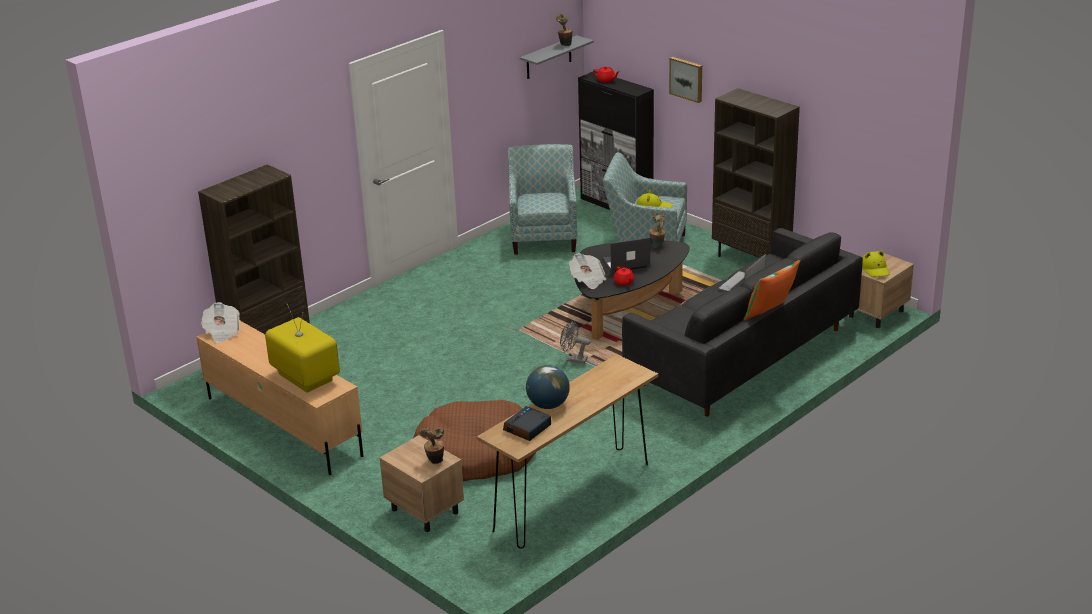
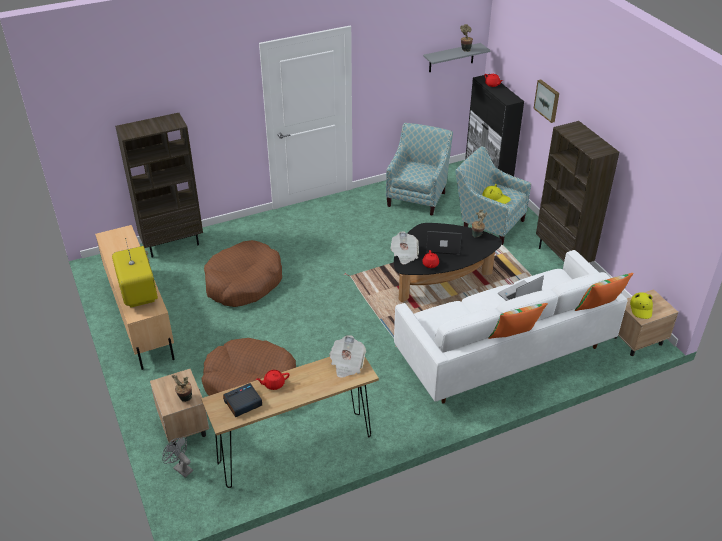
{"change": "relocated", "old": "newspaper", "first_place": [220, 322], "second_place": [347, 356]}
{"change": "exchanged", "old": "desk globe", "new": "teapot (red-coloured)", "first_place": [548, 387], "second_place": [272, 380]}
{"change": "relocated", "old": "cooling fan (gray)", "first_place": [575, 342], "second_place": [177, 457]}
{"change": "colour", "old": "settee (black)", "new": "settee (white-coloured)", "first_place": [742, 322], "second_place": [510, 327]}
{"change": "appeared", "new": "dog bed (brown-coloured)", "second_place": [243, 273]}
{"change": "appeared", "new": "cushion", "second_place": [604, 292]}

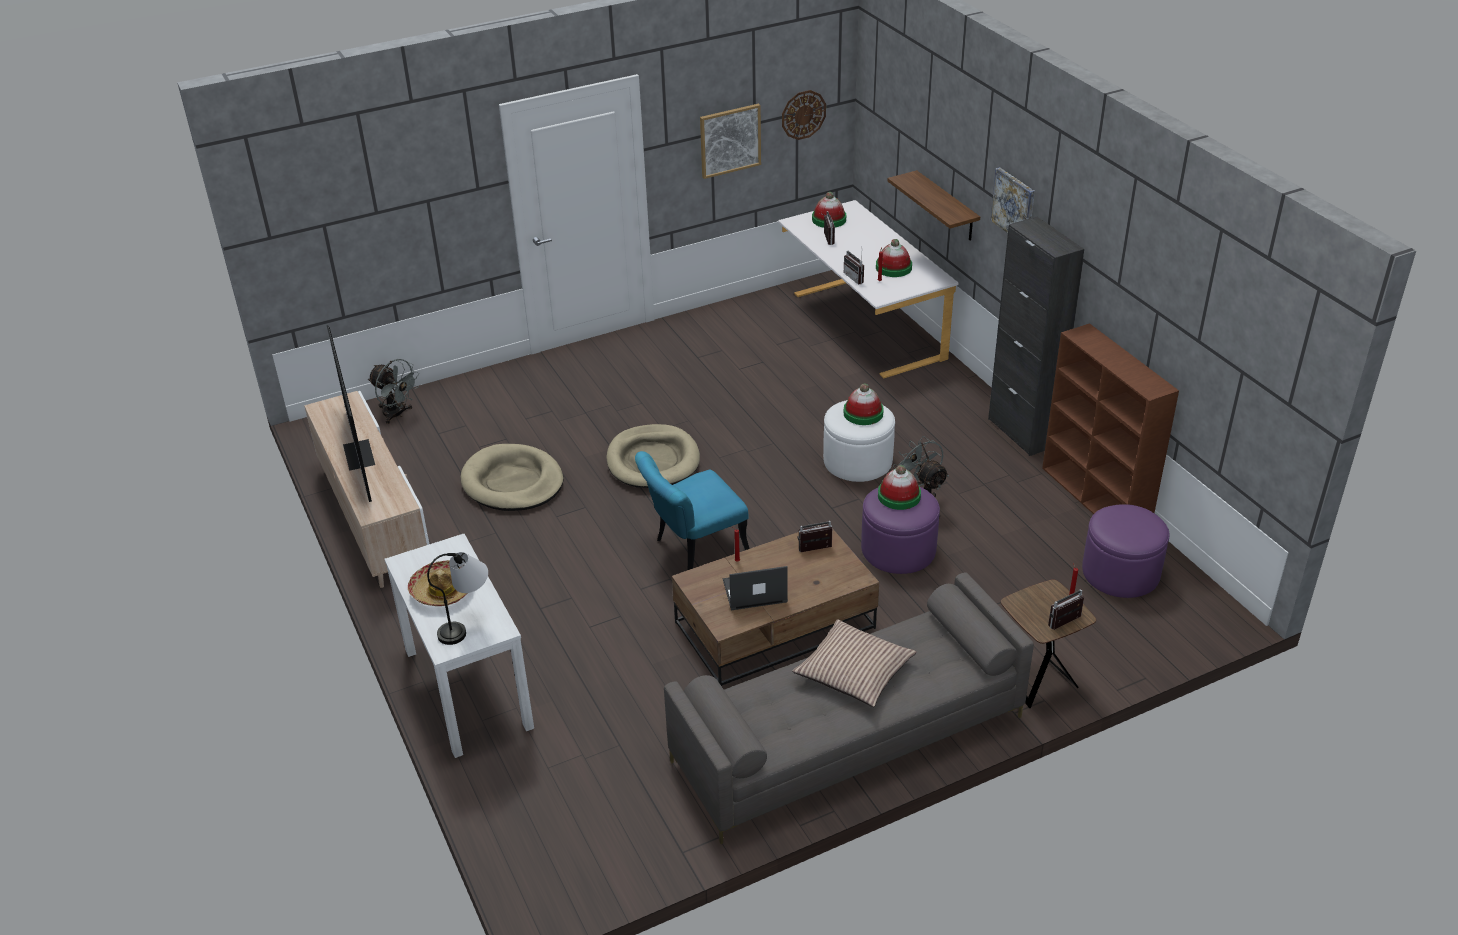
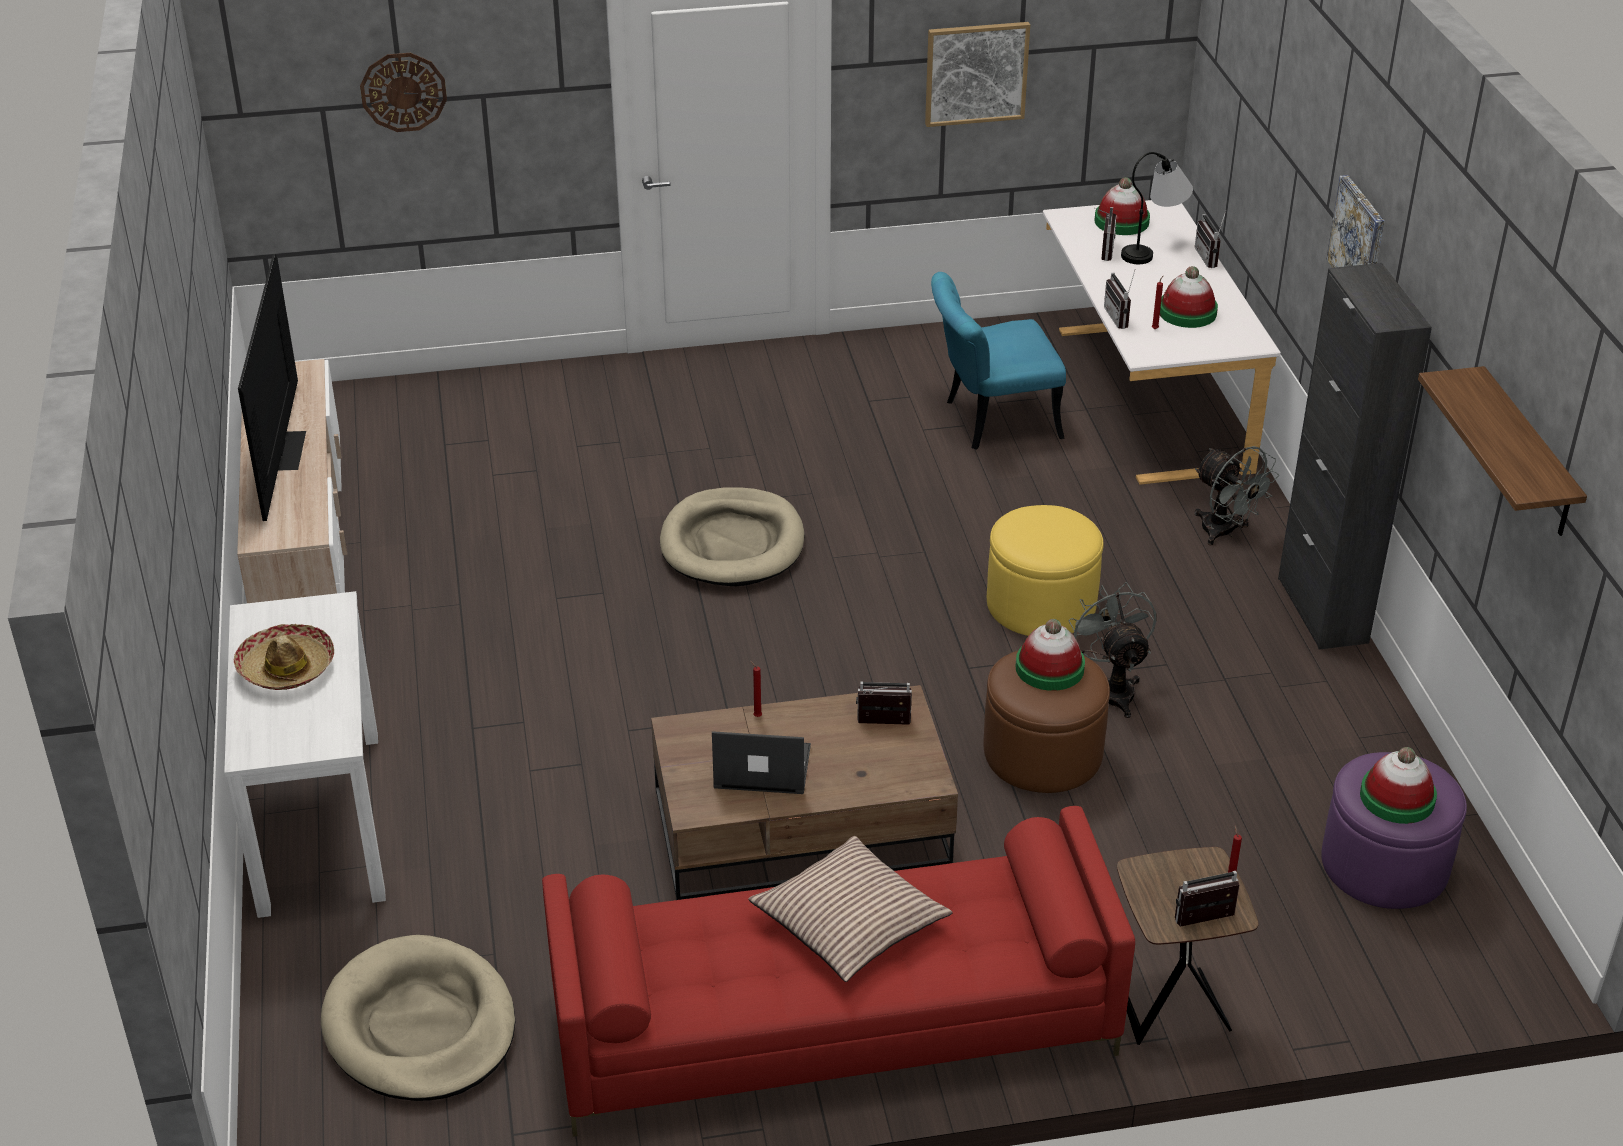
{"change": "relocated", "old": "cooling fan (gray)", "first_place": [393, 391], "second_place": [1236, 496]}
{"change": "relocated", "old": "table lamp", "first_place": [457, 598], "second_place": [1157, 208]}
{"change": "relocated", "old": "dog bed (beige)", "first_place": [511, 477], "second_place": [418, 1018]}
{"change": "relocated", "old": "plain chair (turquoise)", "first_place": [692, 510], "second_place": [998, 361]}
{"change": "colour", "old": "settee (gray)", "new": "settee (red-coloured)", "first_place": [849, 708], "second_place": [838, 971]}
{"change": "relocated", "old": "hanging clock", "first_place": [804, 115], "second_place": [403, 92]}
{"change": "colour", "old": "pouffe (white-coloured)", "new": "pouffe (yellow-coloured)", "first_place": [859, 441], "second_place": [1045, 570]}
{"change": "relocated", "old": "wearable hat", "first_place": [864, 404], "second_place": [1398, 785]}
{"change": "colour", "old": "pouffe (purplish)", "new": "pouffe (brown-coloured)", "first_place": [900, 530], "second_place": [1046, 722]}
{"change": "relocated", "old": "shelf", "first_place": [933, 205], "second_place": [1502, 451]}
{"change": "missing", "old": "shelving unit (brown-coloured)", "first_place": [1110, 418]}
{"change": "appeared", "new": "radio", "second_place": [1210, 239]}

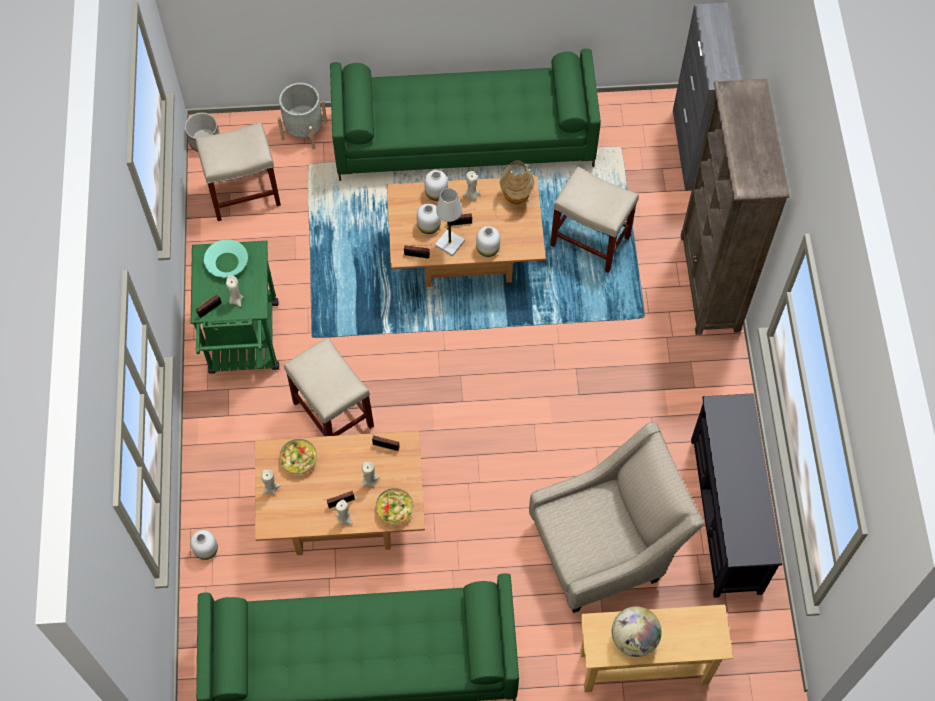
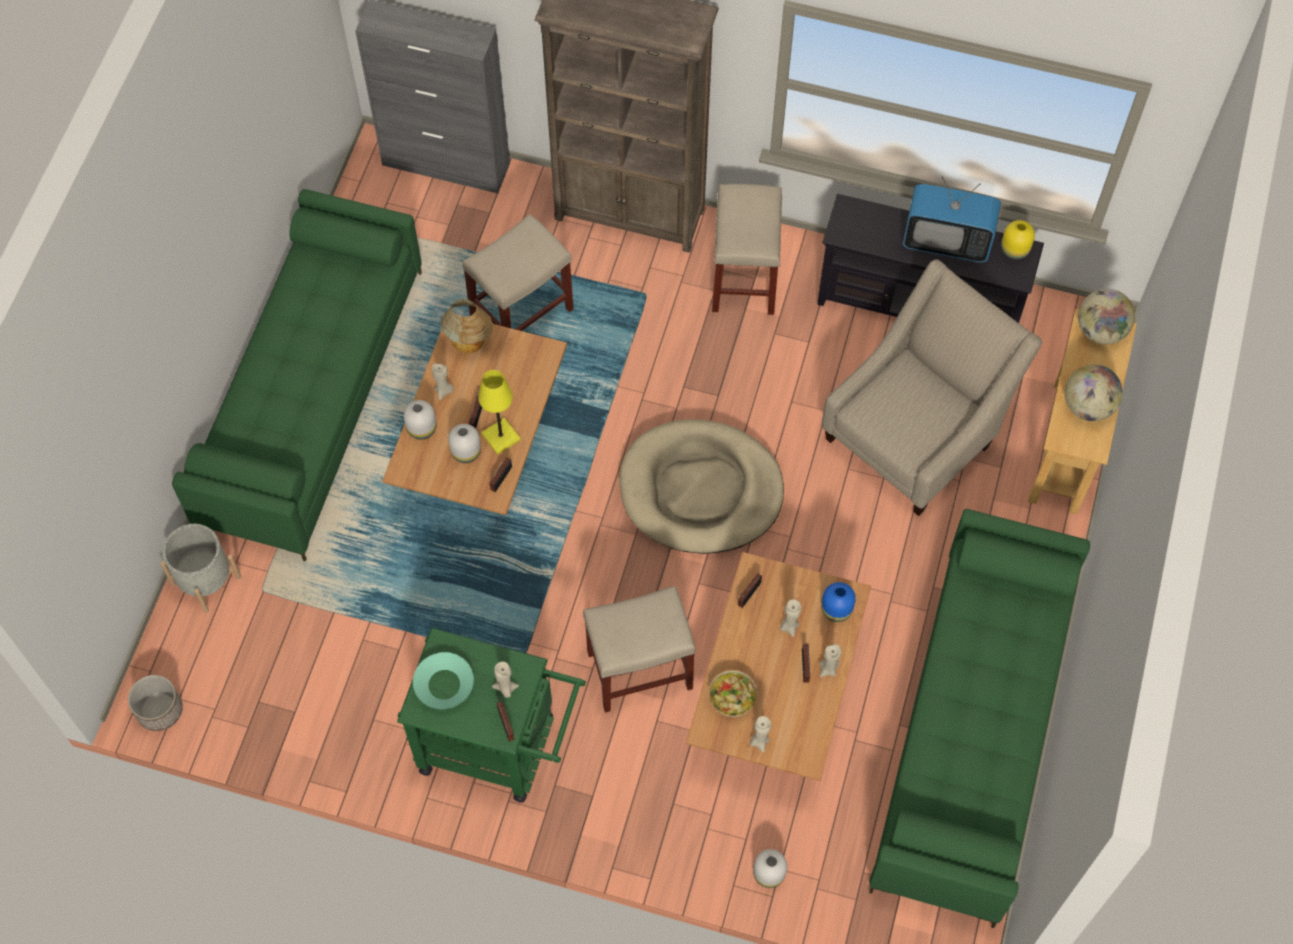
{"change": "relocated", "old": "stool (beige)", "first_place": [238, 171], "second_place": [747, 249]}
{"change": "exchanged", "old": "serving bowl", "new": "vase (bluish)", "first_place": [394, 506], "second_place": [838, 602]}
{"change": "colour", "old": "table lamp (white-coloured)", "new": "table lamp (yellow-coloured)", "first_place": [450, 222], "second_place": [499, 412]}
{"change": "missing", "old": "vase (white-coloured)", "first_place": [488, 241]}
{"change": "spun", "old": "armchair (beige)", "first_place": [617, 517], "second_place": [932, 387], "degrees": 45}
{"change": "appeared", "new": "dog bed (beige)", "second_place": [701, 486]}
{"change": "appeared", "new": "TV set", "second_place": [952, 219]}
{"change": "appeared", "new": "vase (yellow-coloured)", "second_place": [1018, 240]}
{"change": "appeared", "new": "desk globe", "second_place": [1106, 316]}

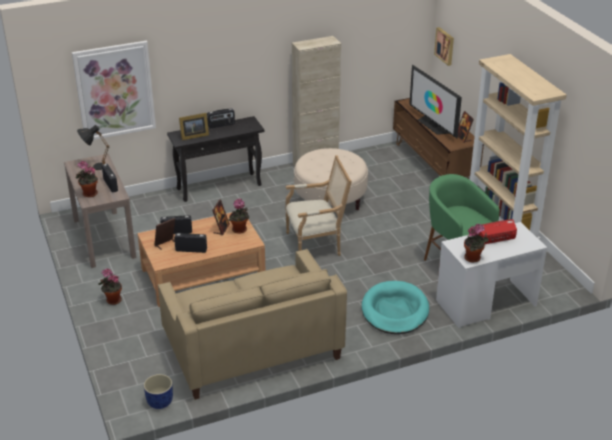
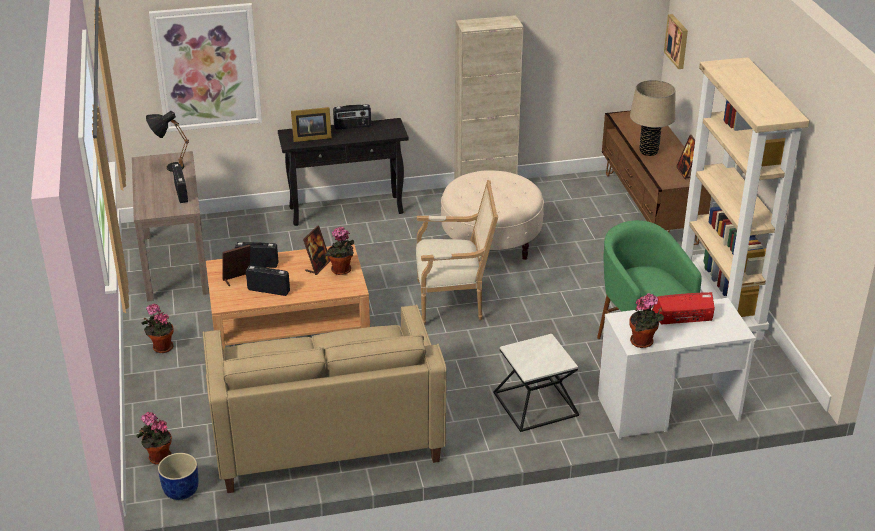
{"change": "relocated", "old": "houseplant", "first_place": [86, 179], "second_place": [154, 438]}
{"change": "exchanged", "old": "dog bed (turquoise)", "new": "side table", "first_place": [395, 307], "second_place": [536, 383]}
{"change": "exchanged", "old": "TV set", "new": "table lamp (beige)", "first_place": [435, 101], "second_place": [652, 118]}

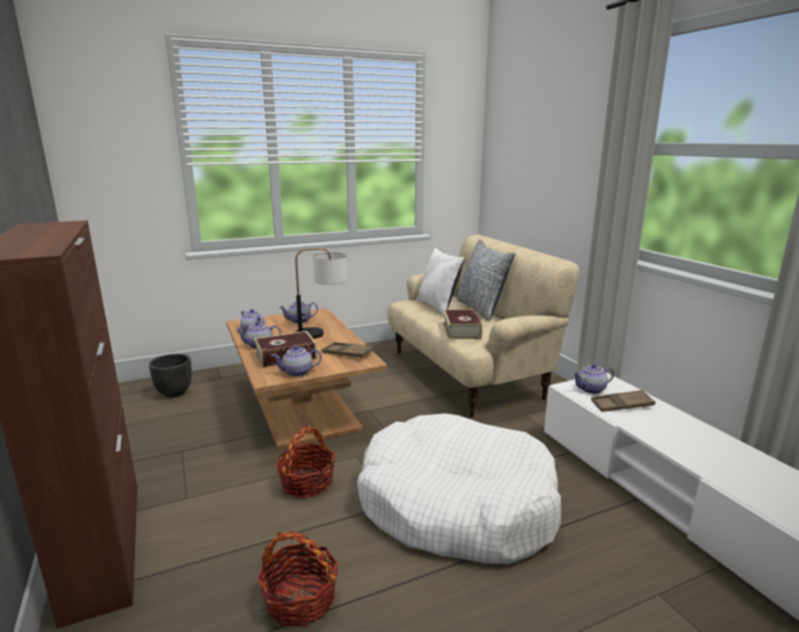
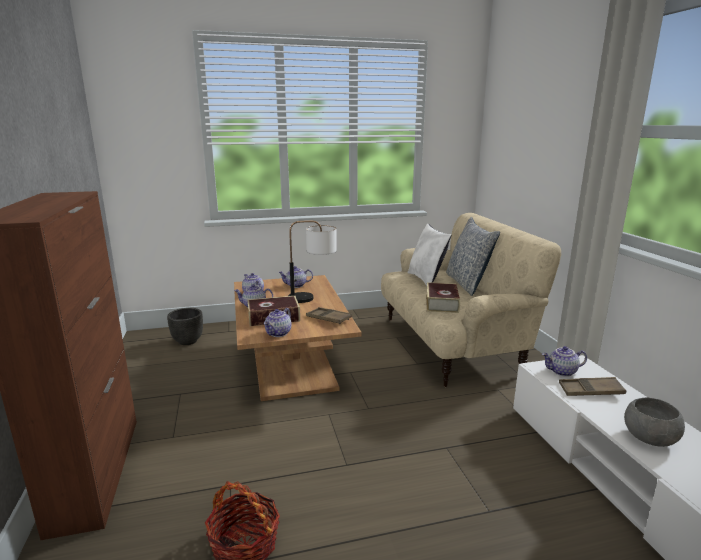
{"change": "spun", "old": "teapot", "first_place": [296, 361], "second_place": [278, 322], "degrees": -60}
{"change": "missing", "old": "basket", "first_place": [305, 462]}
{"change": "missing", "old": "dog bed (white-coloured)", "first_place": [459, 488]}
{"change": "appeared", "new": "serving bowl (gray)", "second_place": [654, 422]}

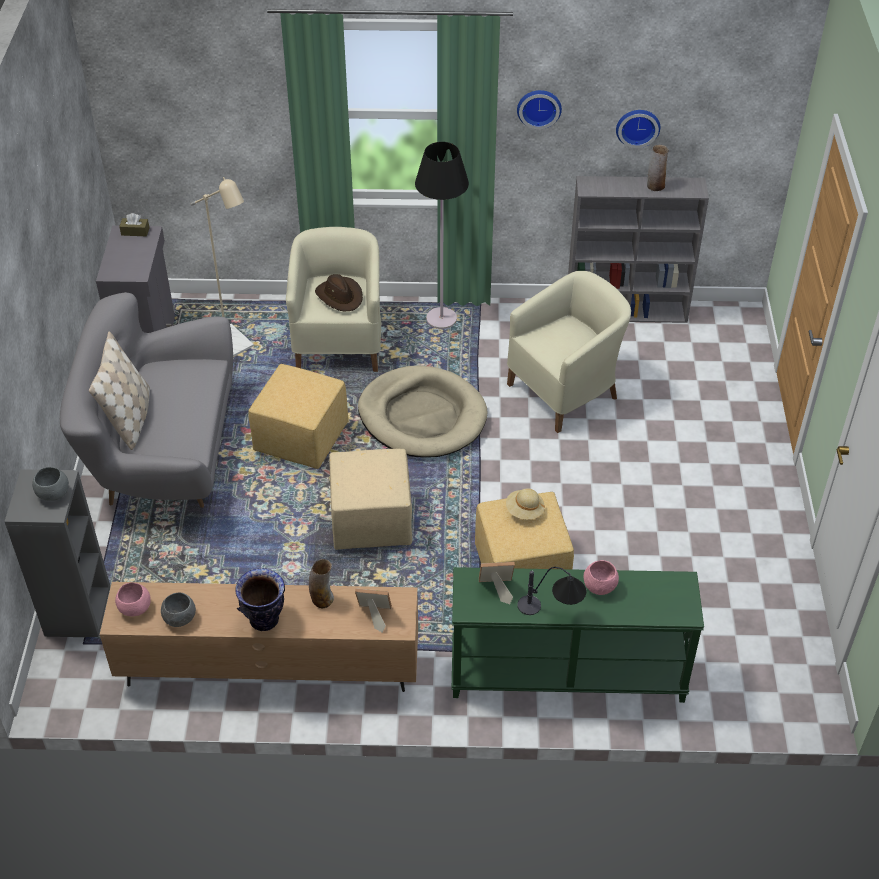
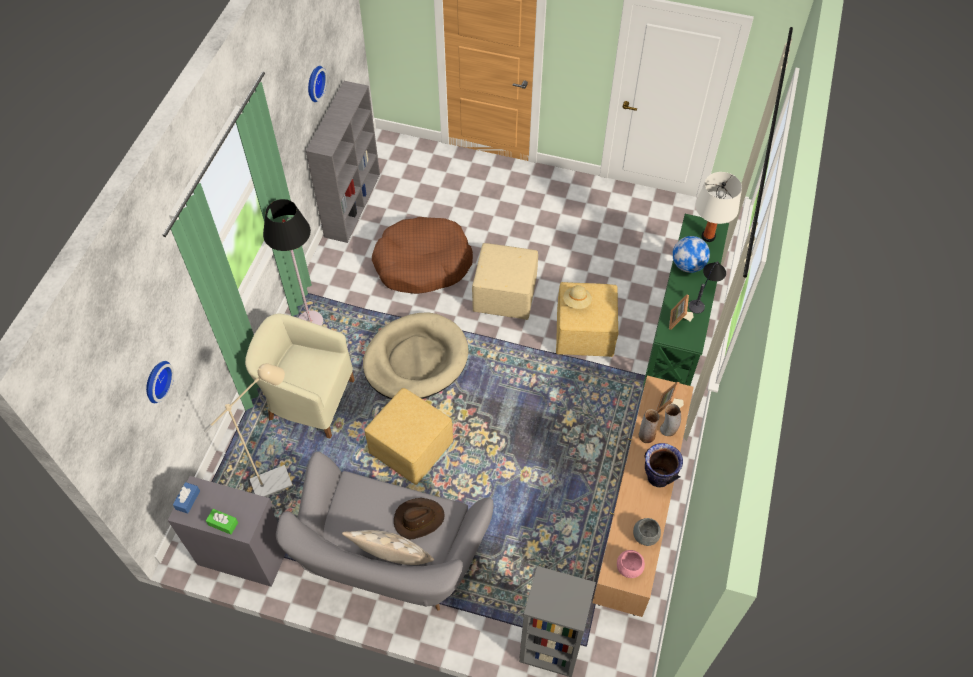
{"change": "missing", "old": "serving bowl (gray)", "first_place": [50, 484]}
{"change": "colour", "old": "tissue holder (brown-coloured)", "new": "tissue holder (bluish)", "first_place": [134, 224], "second_place": [186, 498]}
{"change": "relocated", "old": "wearable hat (brown-coloured)", "first_place": [339, 292], "second_place": [419, 519]}
{"change": "relocated", "old": "pouffe (beige)", "first_place": [370, 499], "second_place": [505, 281]}
{"change": "exchanged", "old": "armchair (beige)", "new": "dog bed (brown-coloured)", "first_place": [569, 352], "second_place": [422, 255]}
{"change": "relocated", "old": "hanging clock", "first_place": [539, 109], "second_place": [160, 382]}
{"change": "exchanged", "old": "serving bowl (pink)", "new": "desk globe", "first_place": [601, 577], "second_place": [691, 254]}
{"change": "relocated", "old": "vase", "first_place": [658, 168], "second_place": [670, 420]}
{"change": "appeared", "new": "tissue holder (green-coloured)", "second_place": [222, 522]}
{"change": "appeared", "new": "table lamp (white-coloured)", "second_place": [718, 207]}

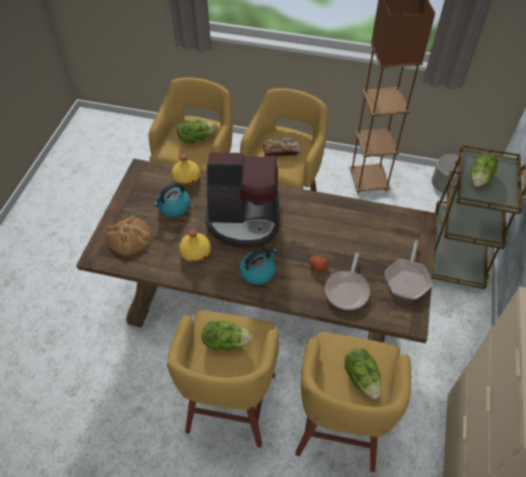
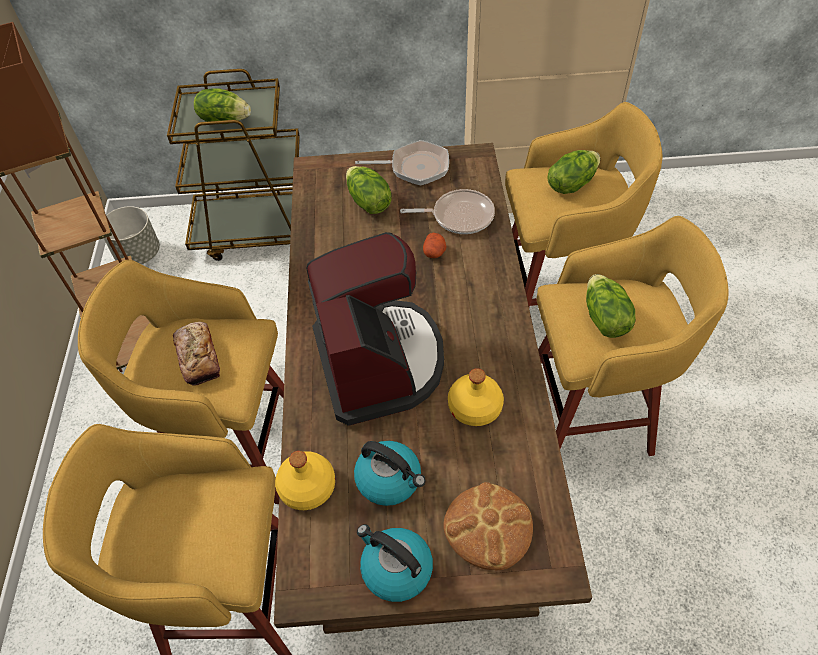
{"change": "relocated", "old": "lettuce", "first_place": [196, 131], "second_place": [369, 190]}
{"change": "relocated", "old": "tea kettle", "first_place": [258, 266], "second_place": [395, 563]}

